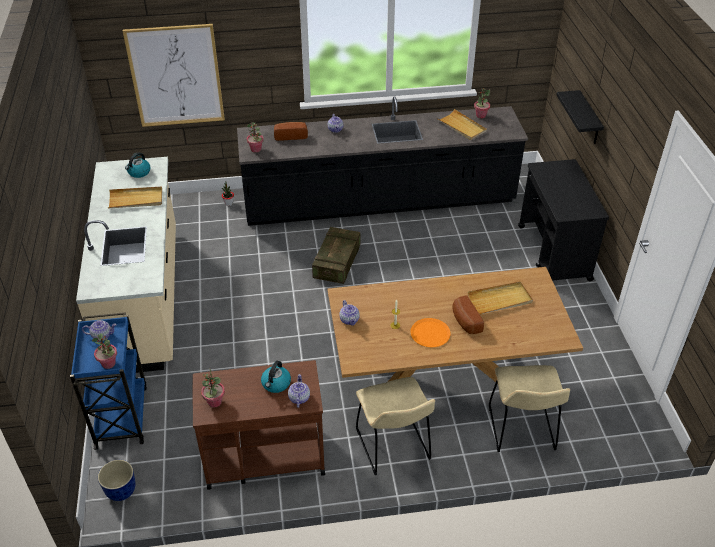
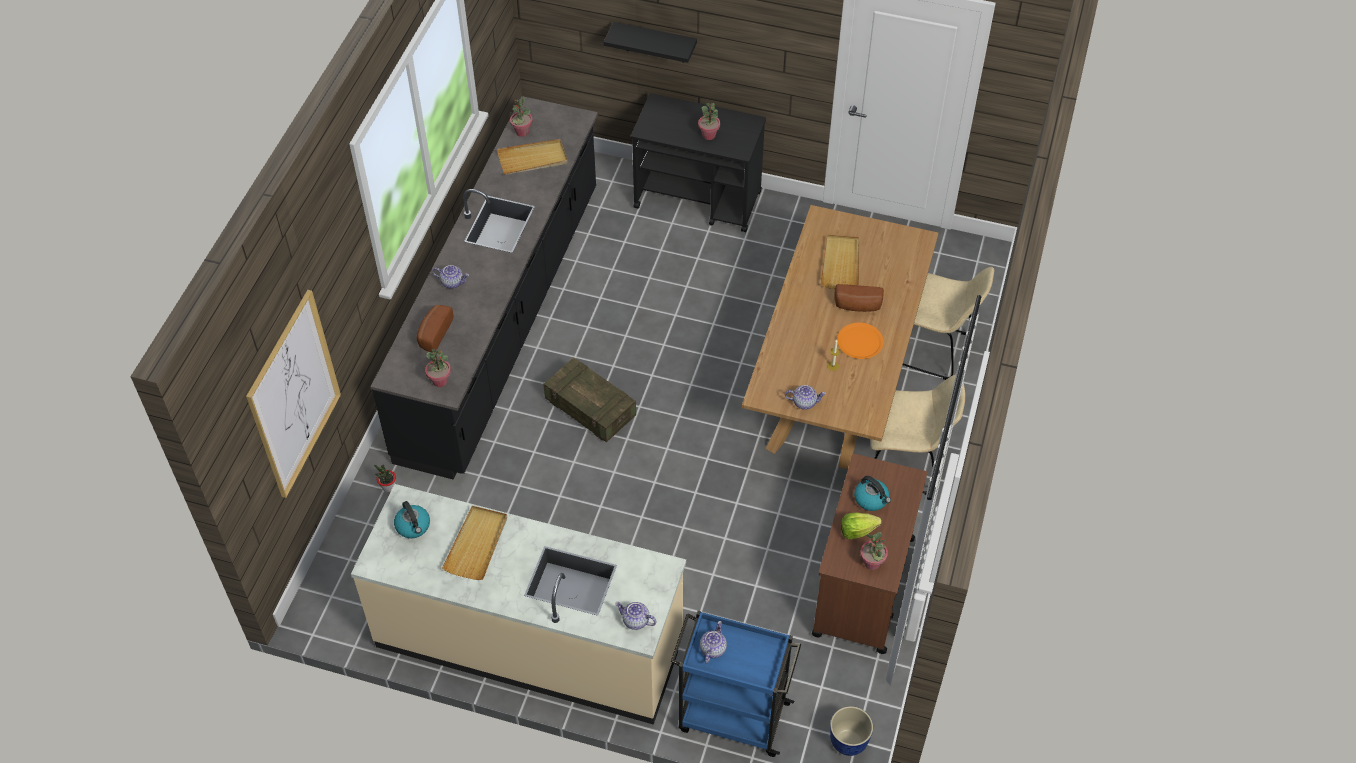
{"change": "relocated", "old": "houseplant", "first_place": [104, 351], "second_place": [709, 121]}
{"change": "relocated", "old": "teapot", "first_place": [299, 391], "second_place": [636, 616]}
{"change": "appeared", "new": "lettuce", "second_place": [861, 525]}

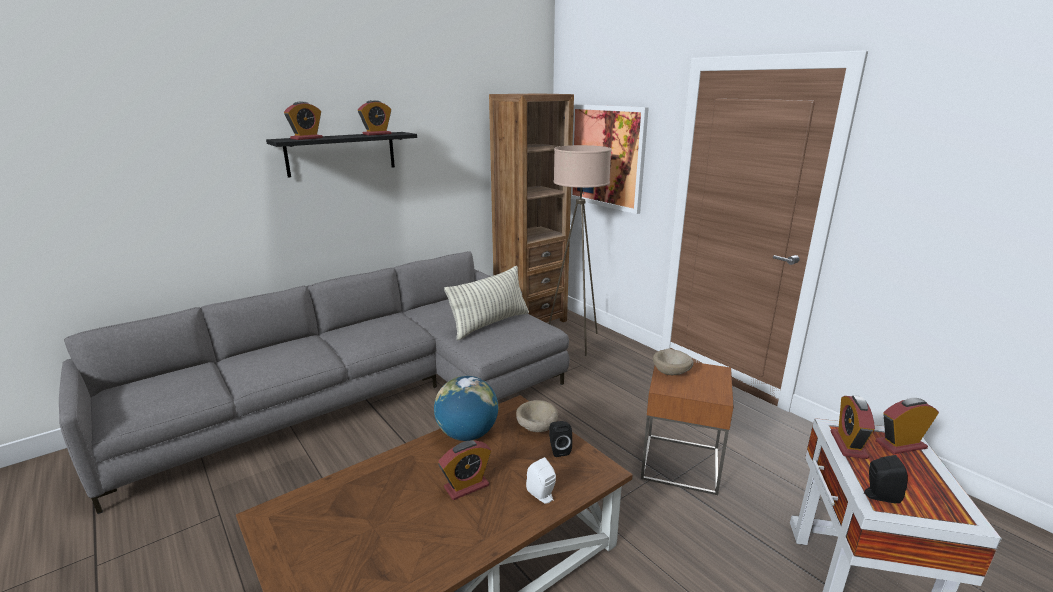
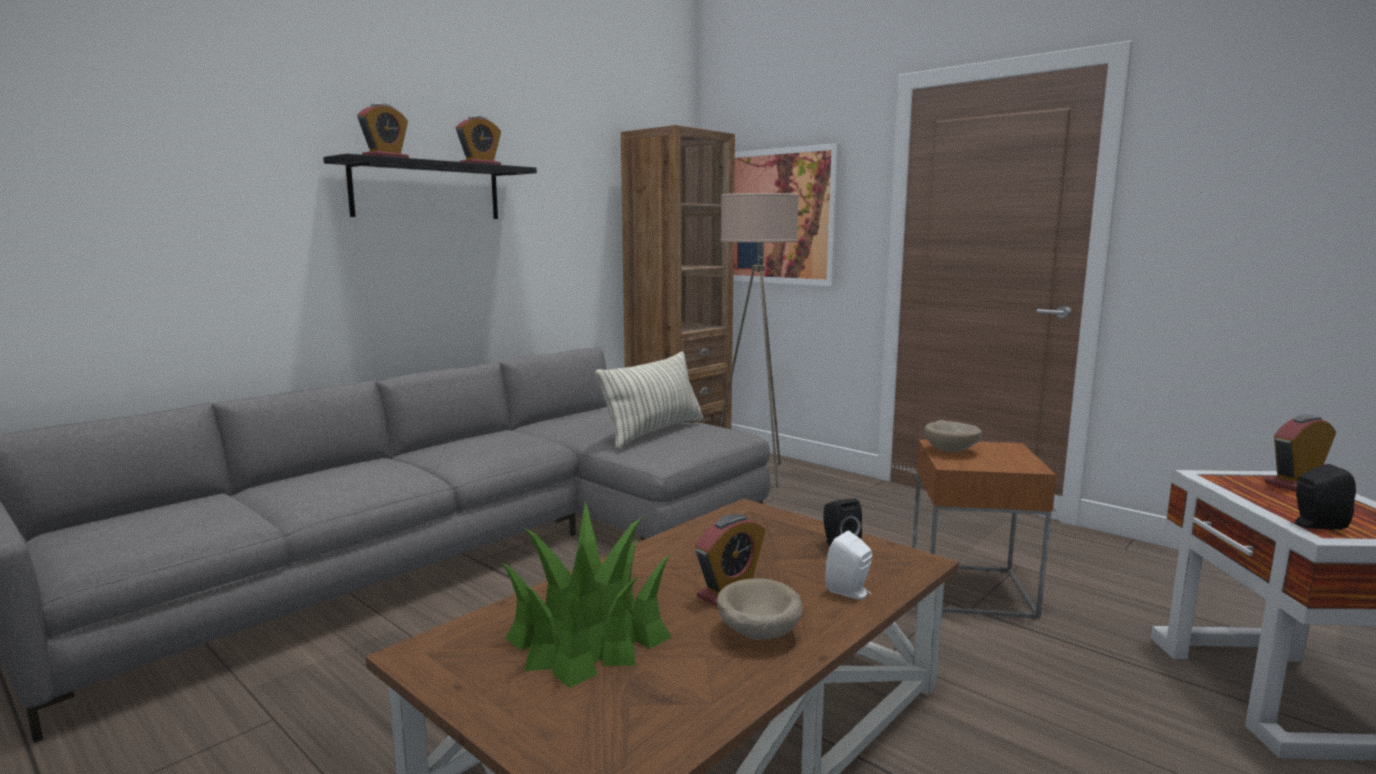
{"change": "missing", "old": "desk globe", "first_place": [466, 408]}
{"change": "relocated", "old": "serving bowl (beige)", "first_place": [537, 416], "second_place": [760, 609]}
{"change": "missing", "old": "bedside clock", "first_place": [852, 427]}
{"change": "appeared", "new": "houseplant", "second_place": [586, 595]}

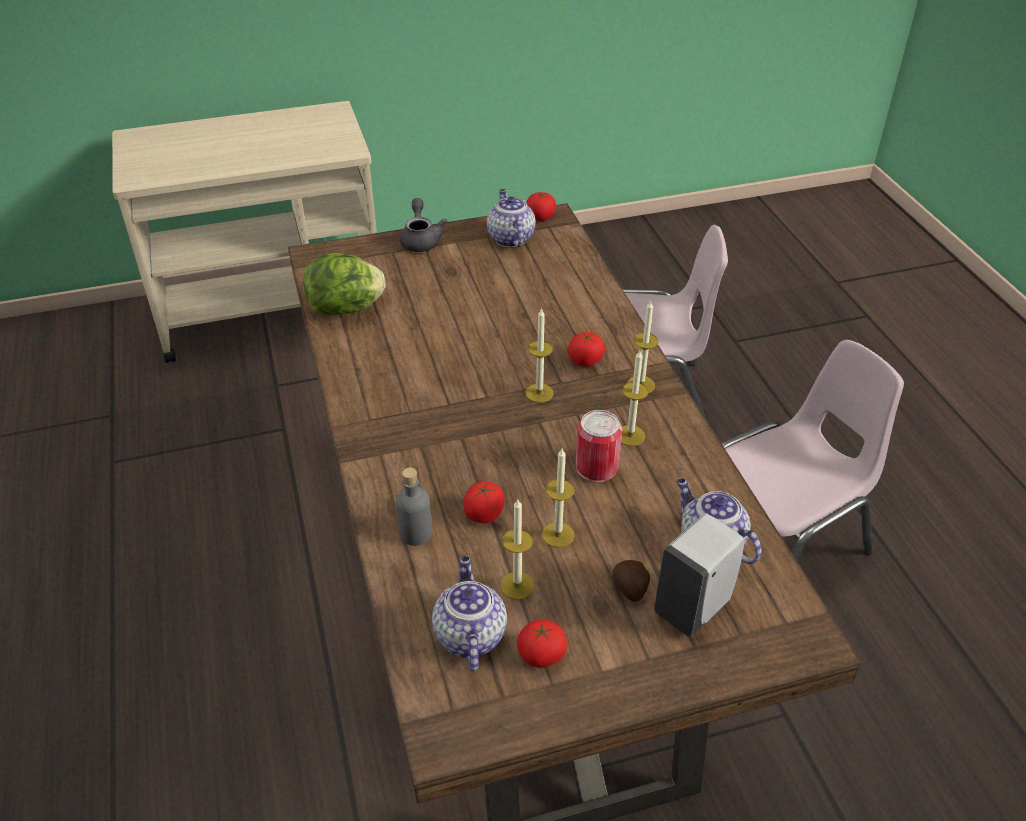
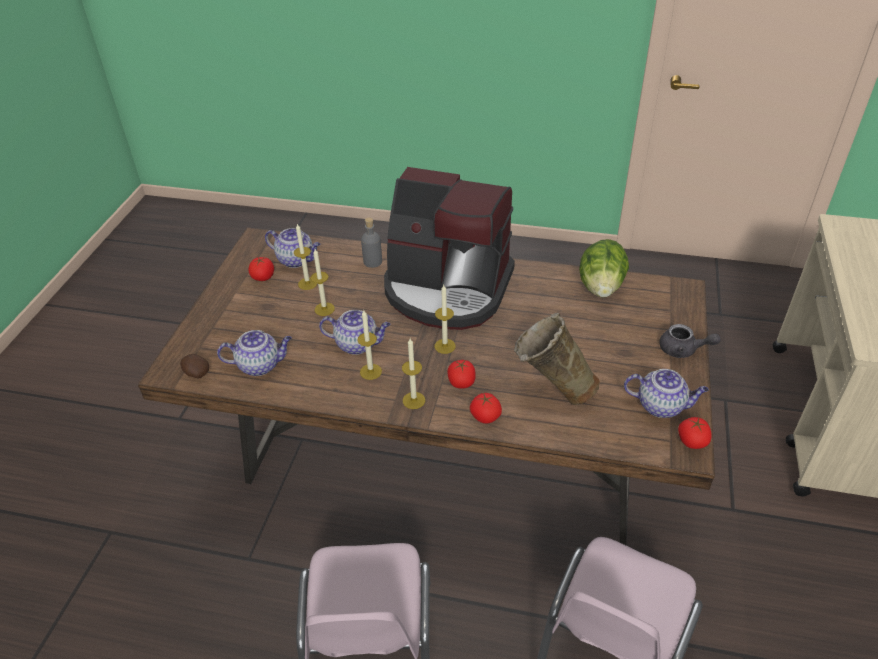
{"change": "relocated", "old": "fresh tomato", "first_place": [484, 502], "second_place": [486, 408]}
{"change": "exchanged", "old": "sealed can", "new": "teapot", "first_place": [598, 446], "second_place": [354, 332]}
{"change": "relocated", "old": "spud", "first_place": [631, 581], "second_place": [194, 366]}
{"change": "missing", "old": "liquid soap bottle (white-coloured)", "first_place": [699, 575]}
{"change": "appeared", "new": "coffee machine", "second_place": [449, 248]}
{"change": "appeared", "new": "vase (beige)", "second_place": [557, 359]}

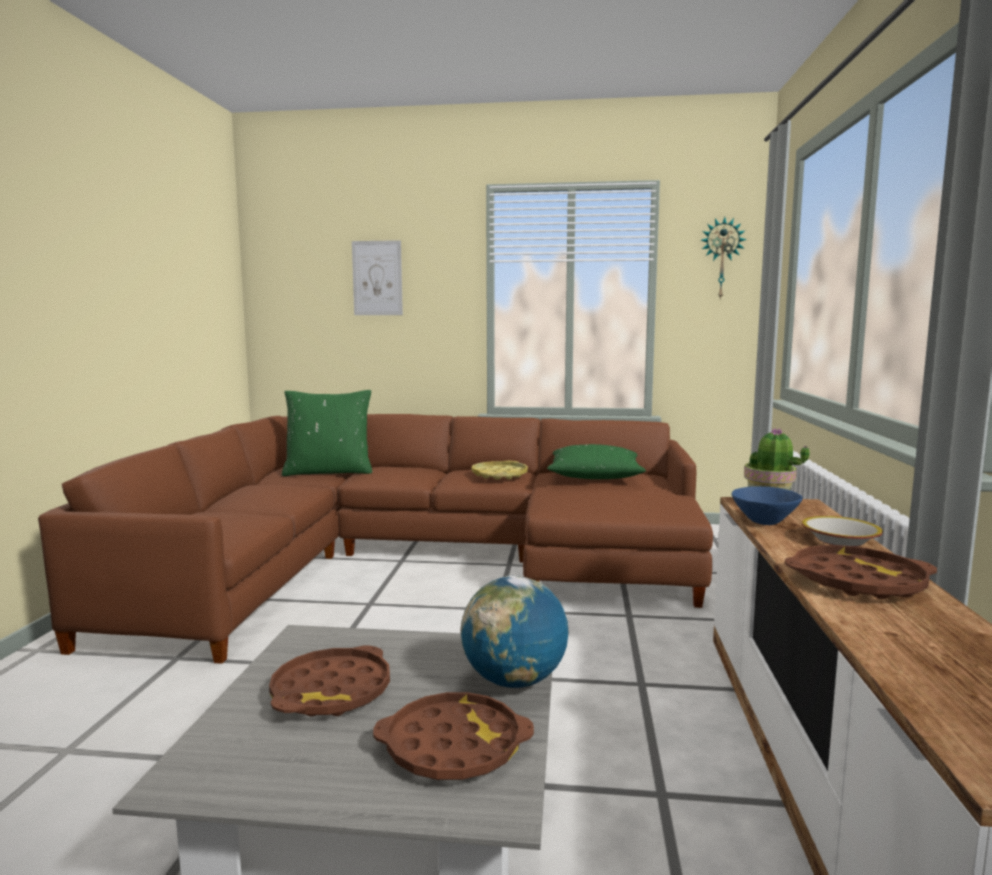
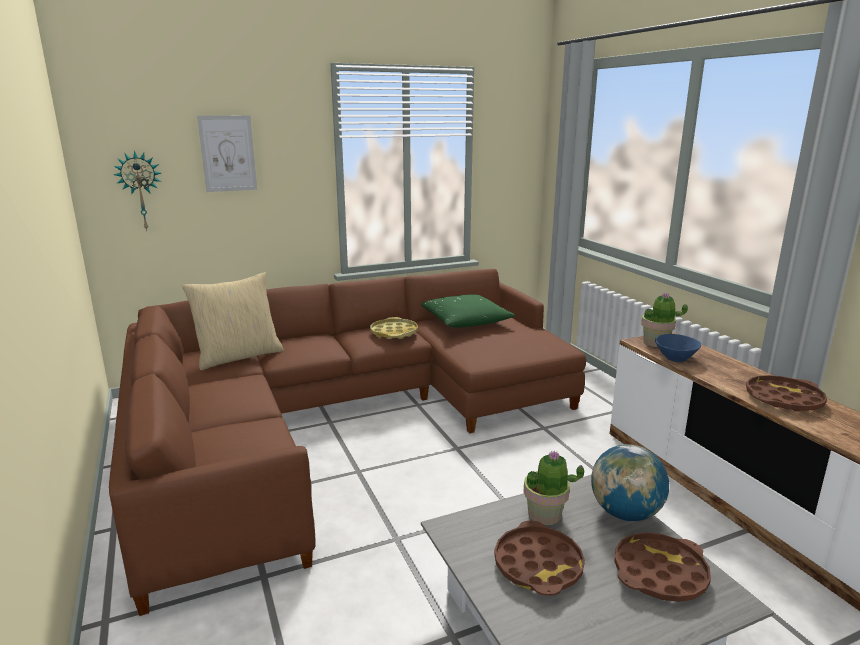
{"change": "colour", "old": "cushion (green-coloured)", "new": "cushion (beige)", "first_place": [327, 433], "second_place": [233, 321]}
{"change": "relocated", "old": "hanging clock", "first_place": [723, 258], "second_place": [137, 191]}
{"change": "missing", "old": "serving bowl", "first_place": [842, 531]}
{"change": "appeared", "new": "houseplant", "second_place": [554, 488]}

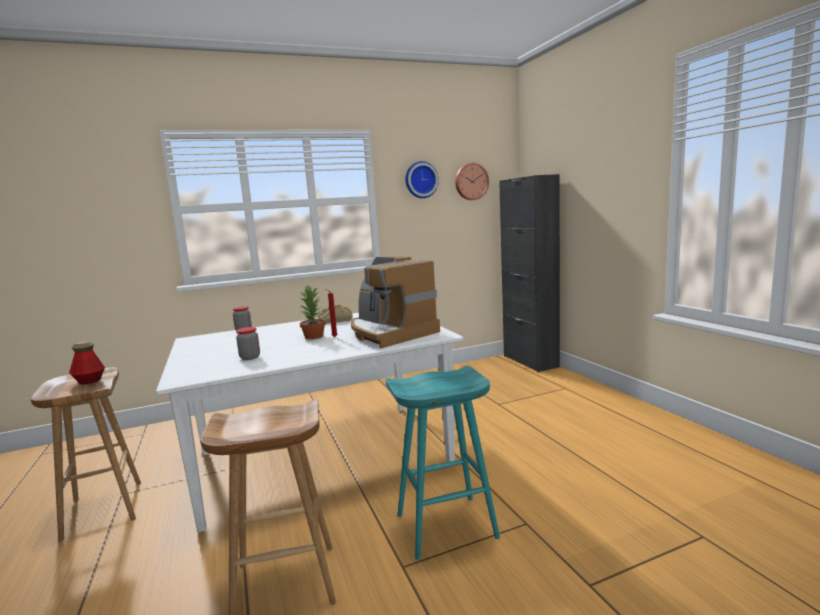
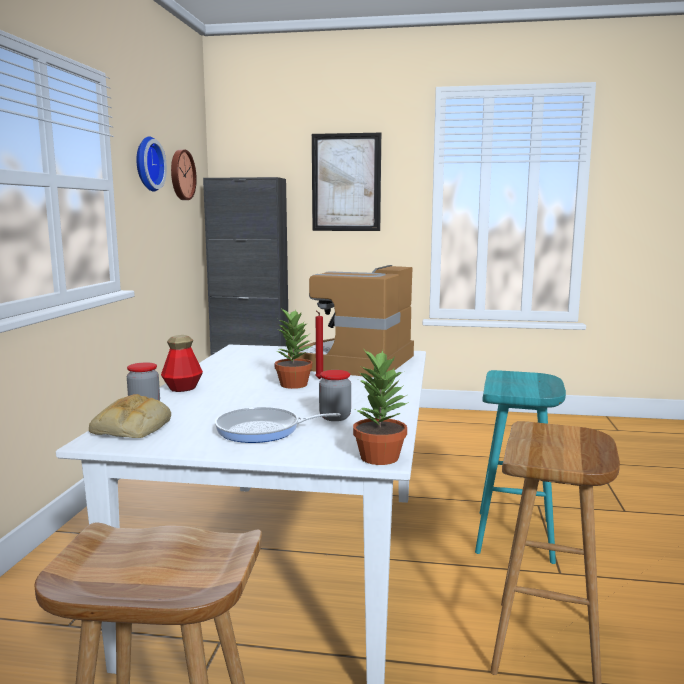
{"change": "relocated", "old": "drink bottle", "first_place": [87, 362], "second_place": [182, 363]}
{"change": "relocated", "old": "bread", "first_place": [335, 314], "second_place": [130, 416]}
{"change": "spun", "old": "coffee machine", "first_place": [395, 302], "second_place": [351, 321], "degrees": 120}
{"change": "appeared", "new": "pan", "second_place": [278, 425]}
{"change": "appeared", "new": "wall art", "second_place": [346, 182]}
{"change": "appeared", "new": "houseplant", "second_place": [381, 406]}

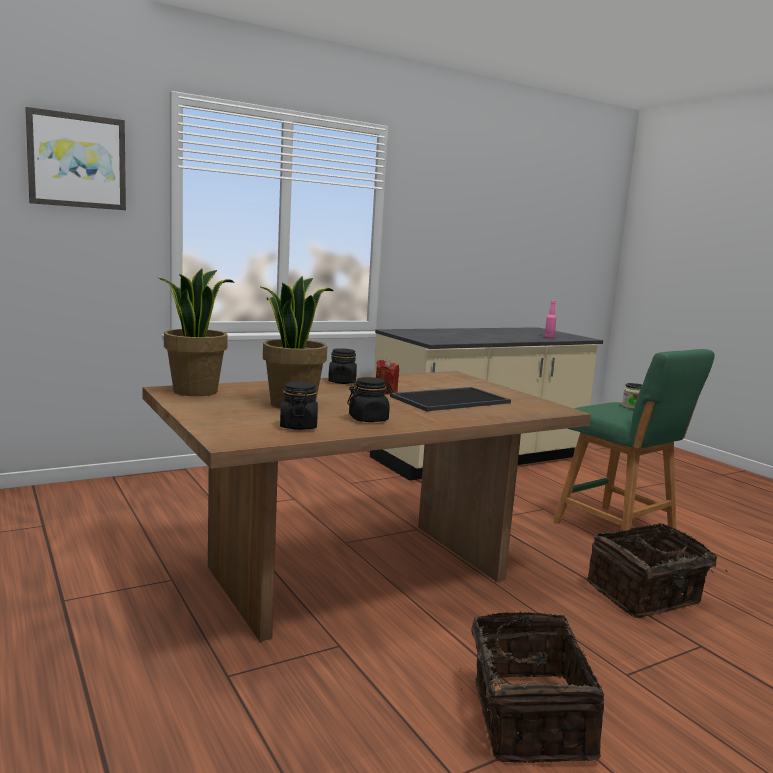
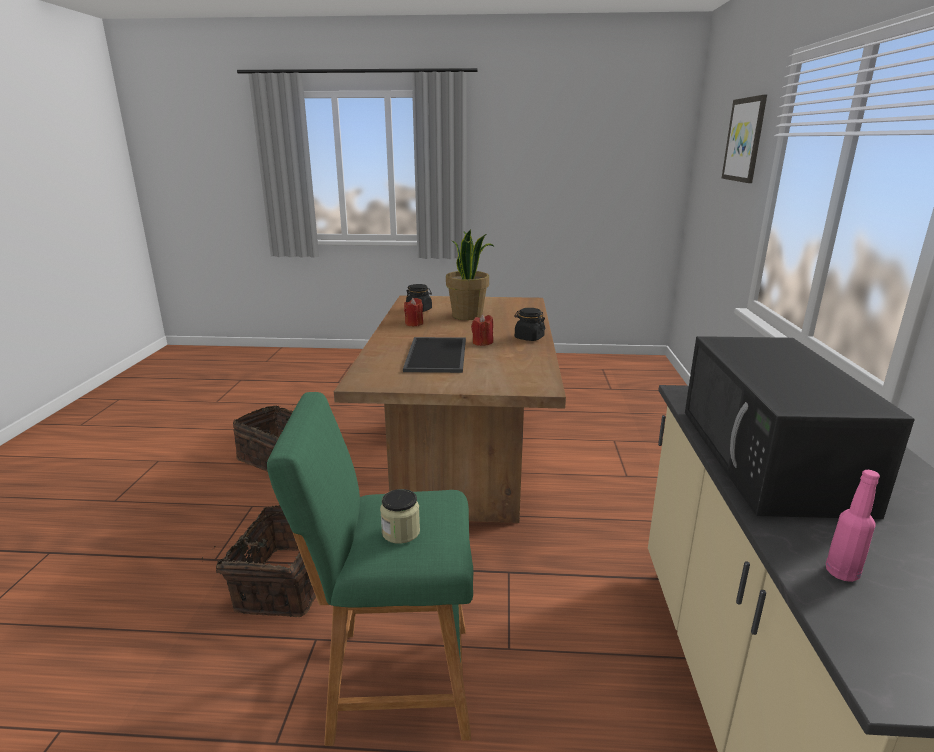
{"change": "missing", "old": "houseplant", "first_place": [196, 332]}
{"change": "exchanged", "old": "jar (black)", "new": "wax candle (red-coloured)", "first_place": [370, 399], "second_place": [413, 312]}
{"change": "appeared", "new": "microwave (black)", "second_place": [800, 427]}

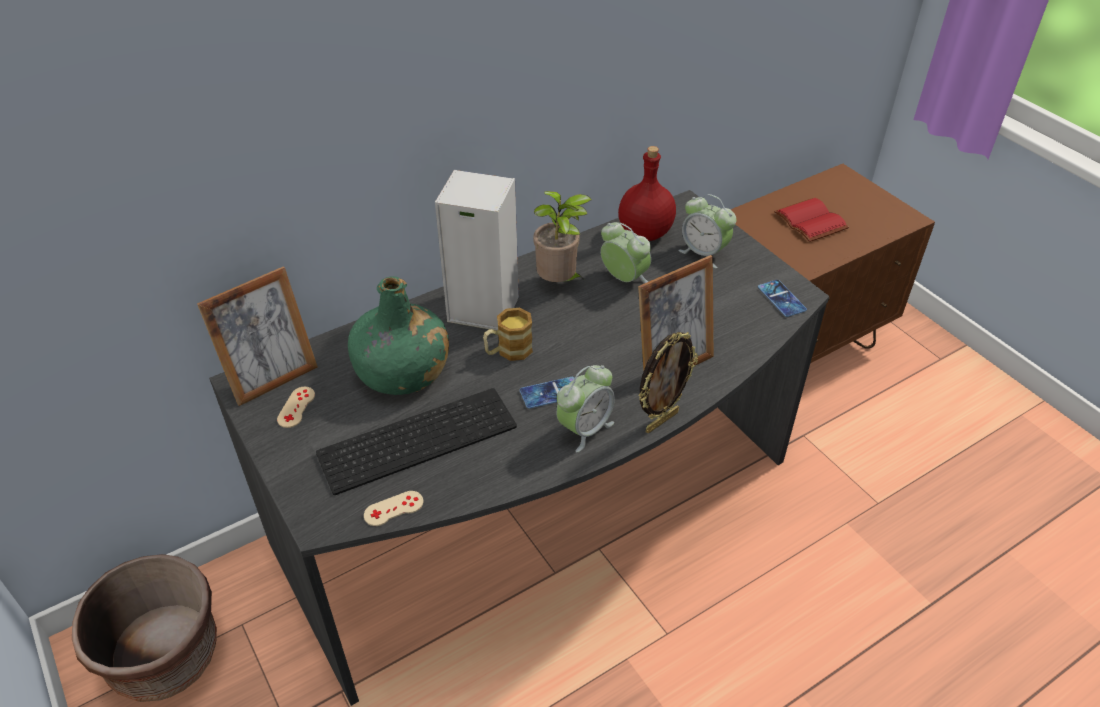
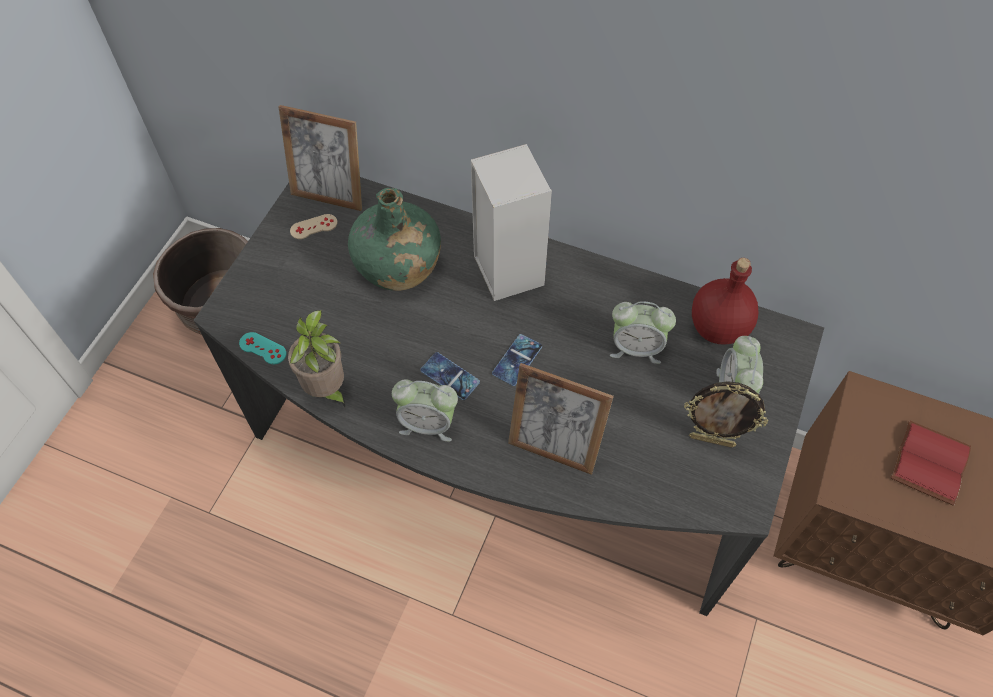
{"change": "missing", "old": "keyboard", "first_place": [416, 441]}
{"change": "colour", "old": "gamepad (beige)", "new": "gamepad (turquoise)", "first_place": [393, 508], "second_place": [262, 348]}
{"change": "missing", "old": "tea mug", "first_place": [508, 334]}
{"change": "relocated", "old": "houseplant", "first_place": [562, 236], "second_place": [316, 358]}
{"change": "spun", "old": "bedside clock", "first_place": [625, 252], "second_place": [643, 332], "degrees": 90}
{"change": "relocated", "old": "picture frame", "first_place": [668, 382], "second_place": [726, 414]}
{"change": "relocated", "old": "phone", "first_place": [782, 298], "second_place": [517, 360]}

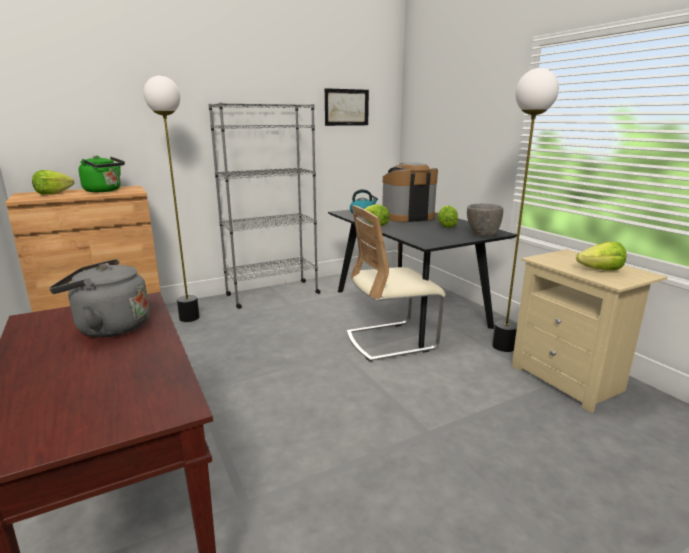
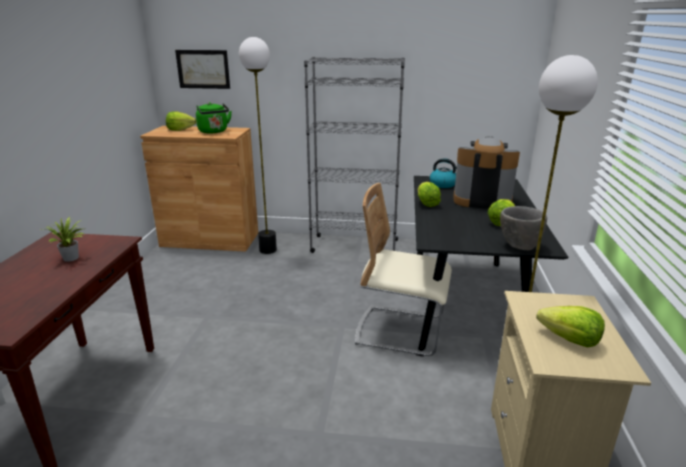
{"change": "exchanged", "old": "tea kettle (gray)", "new": "houseplant", "first_place": [99, 298], "second_place": [62, 239]}
{"change": "relocated", "old": "wall art", "first_place": [347, 107], "second_place": [202, 69]}

